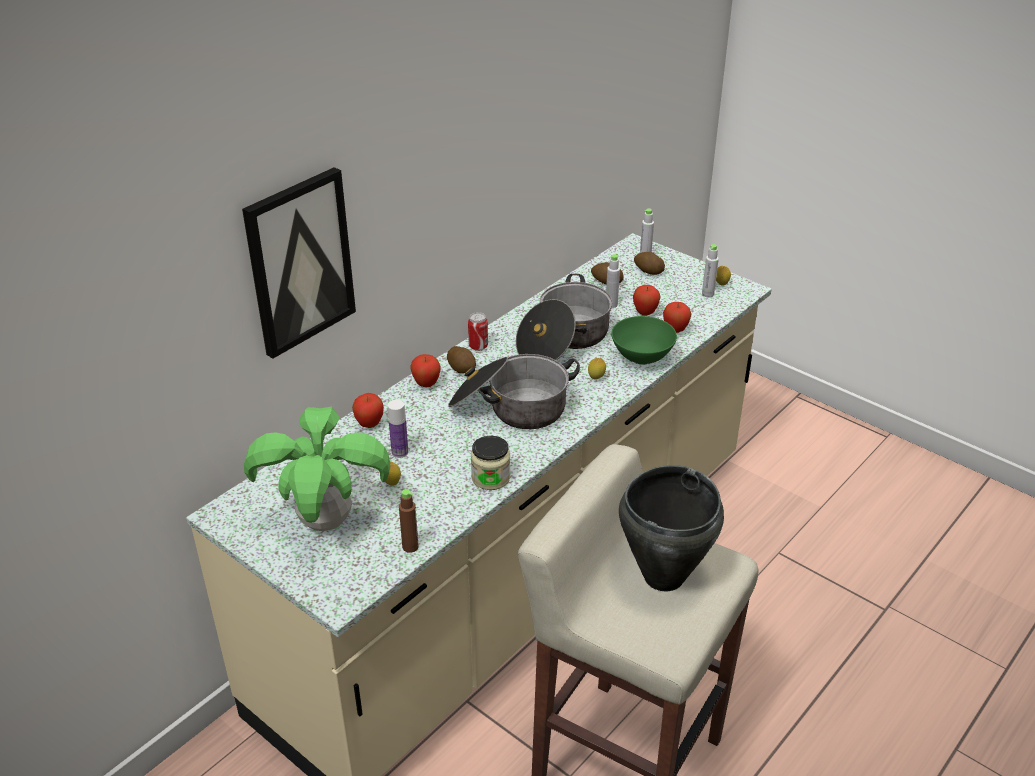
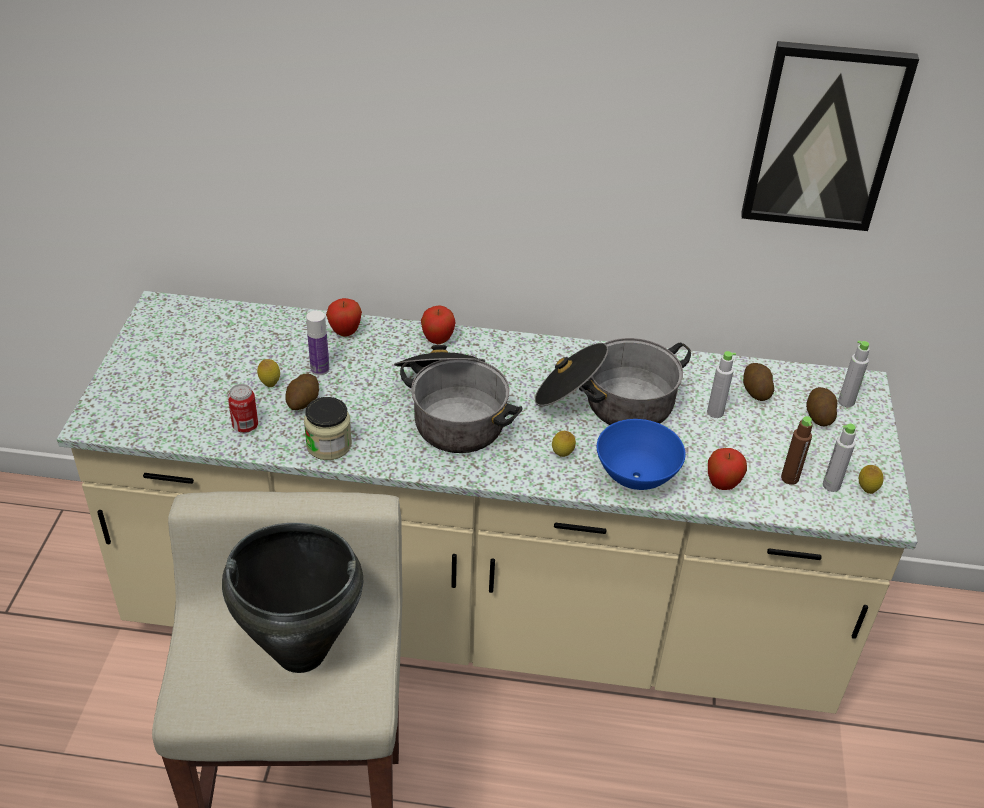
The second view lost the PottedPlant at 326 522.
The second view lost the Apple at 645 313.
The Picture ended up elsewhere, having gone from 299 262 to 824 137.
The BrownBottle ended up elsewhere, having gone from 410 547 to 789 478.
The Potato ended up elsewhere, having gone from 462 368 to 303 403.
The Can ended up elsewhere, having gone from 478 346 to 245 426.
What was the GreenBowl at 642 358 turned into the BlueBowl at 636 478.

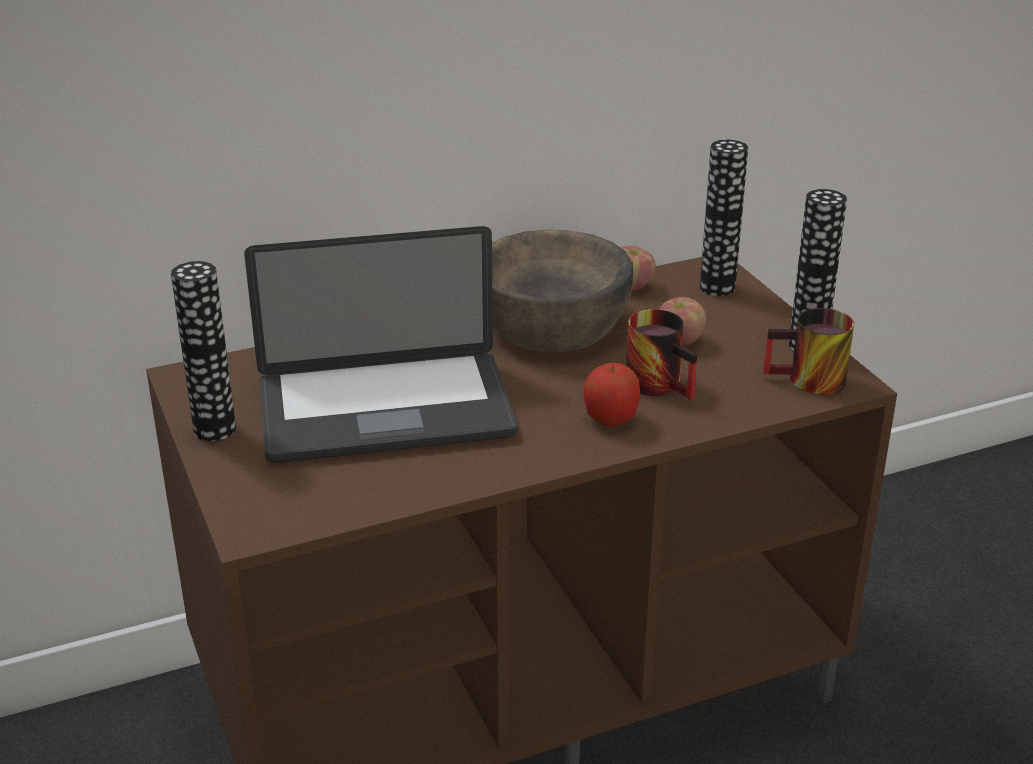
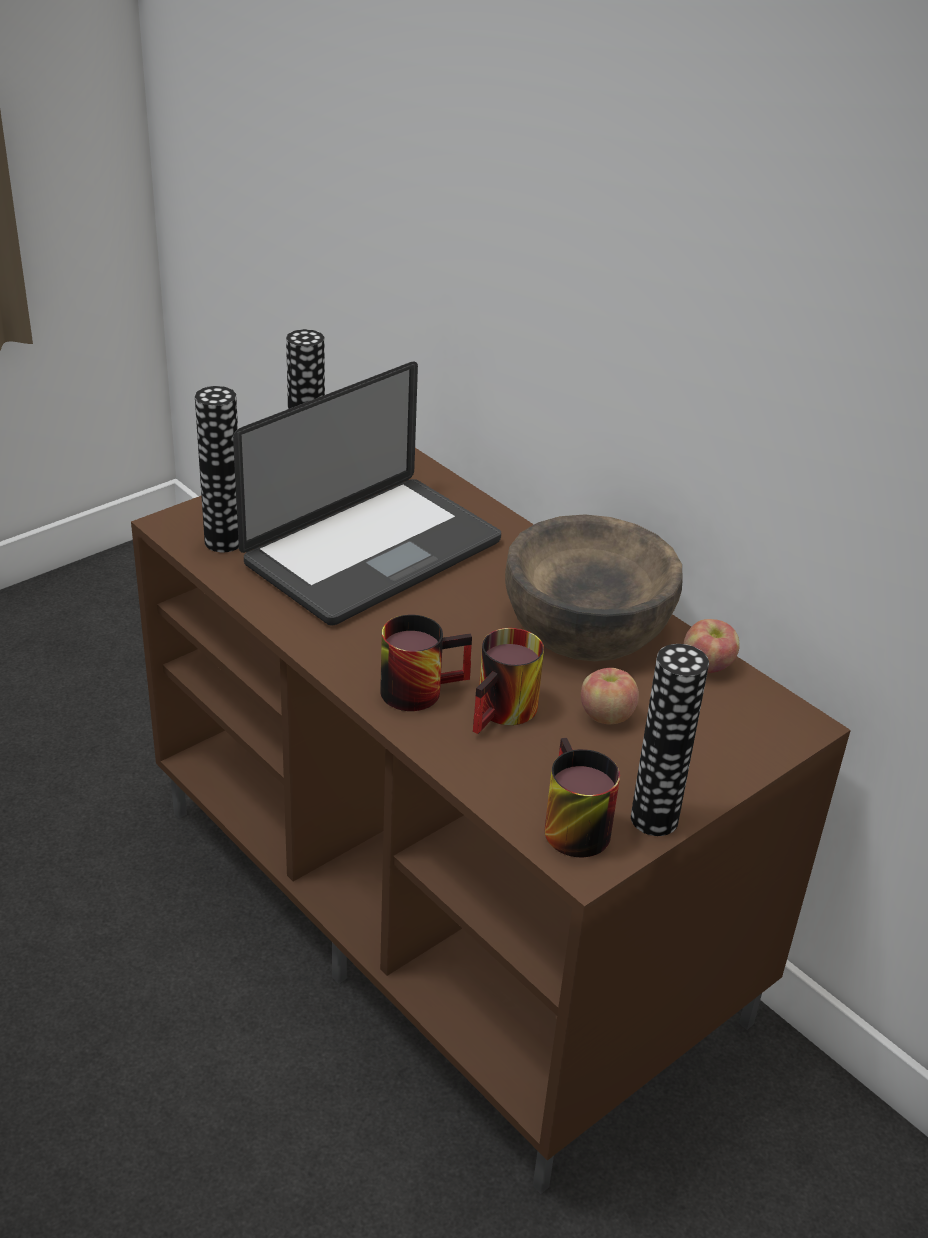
The Vase ended up elsewhere, having gone from 717 287 to 224 541.
Where the Apple stood at 611 419, the Mug came to stand at 420 686.
The Laptop at 385 411 ended up facing another way, 105 degrees counterclockwise from before.

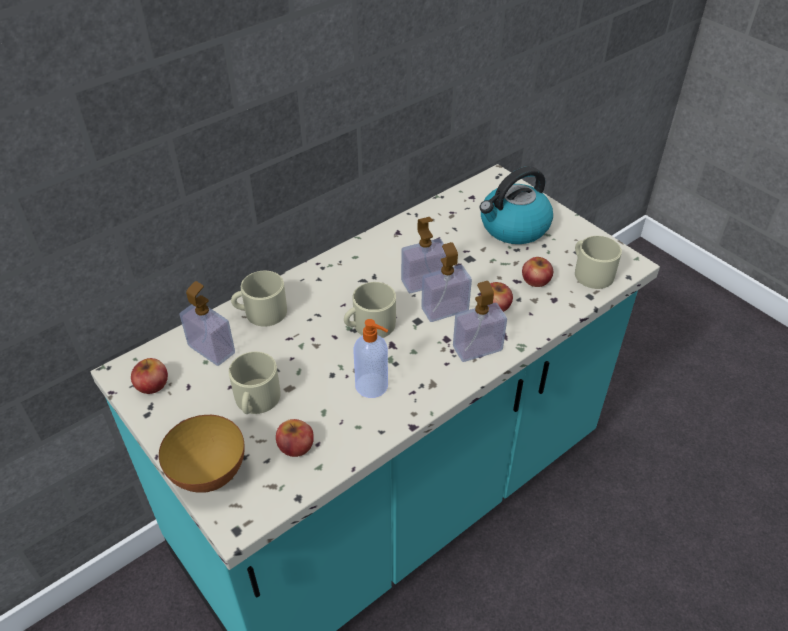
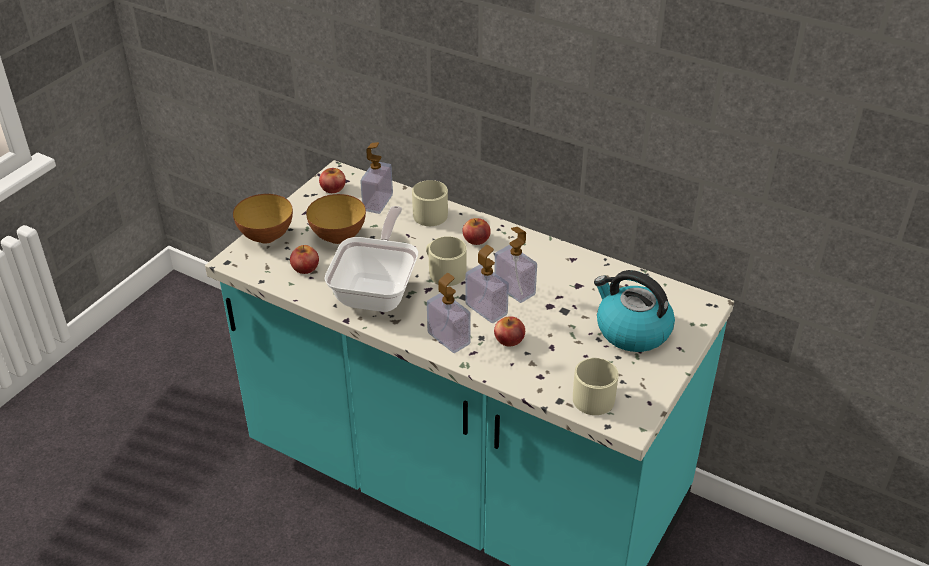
The Apple ended up elsewhere, having gone from 536 280 to 476 239.
Where the BeigeMug stood at 256 400, the Bowl came to stand at 338 237.
Where the SoapDispenser stood at 372 386, the FryingPan came to stand at 378 290.

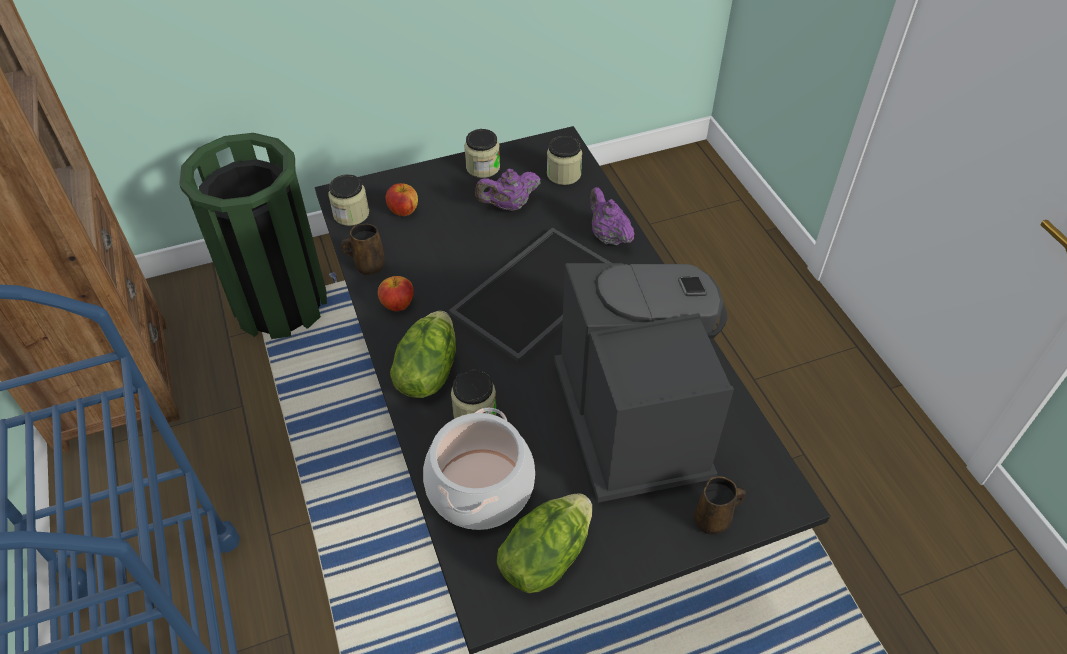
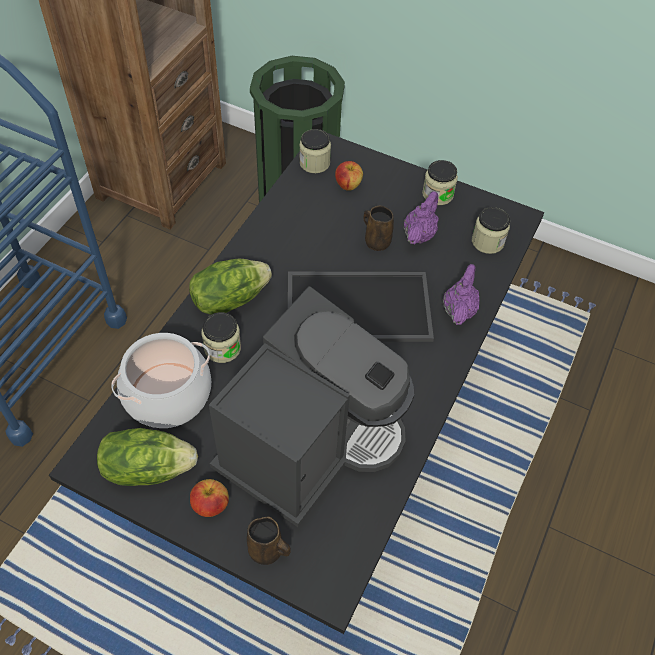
The BrownMug ended up elsewhere, having gone from 368 265 to 376 241.
The Apple ended up elsewhere, having gone from 398 304 to 210 505.
The PurpleTeapot at 508 206 ended up facing another way, 90 degrees clockwise from before.

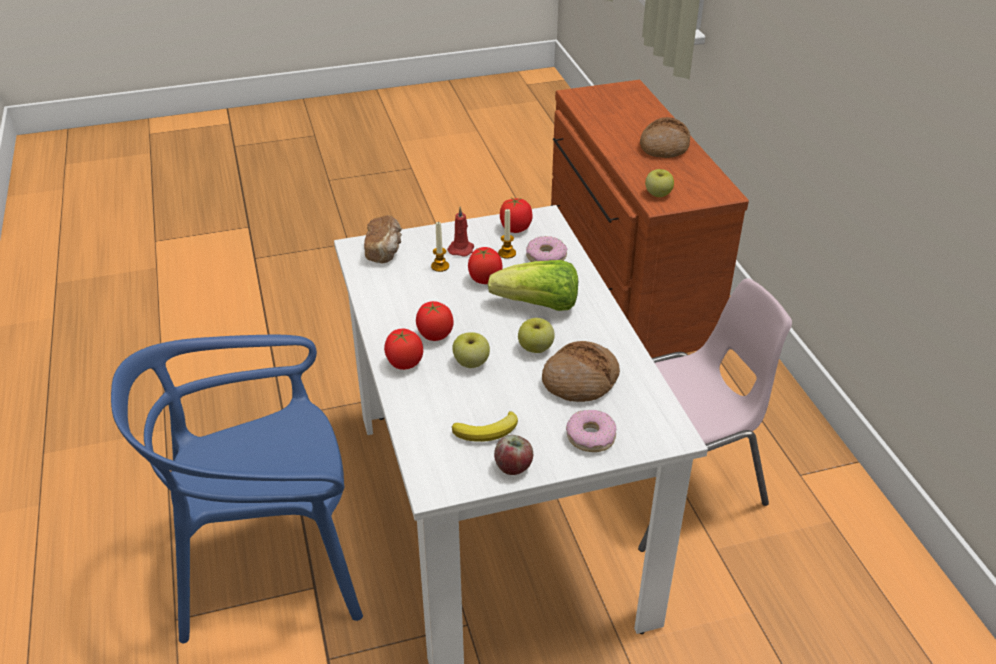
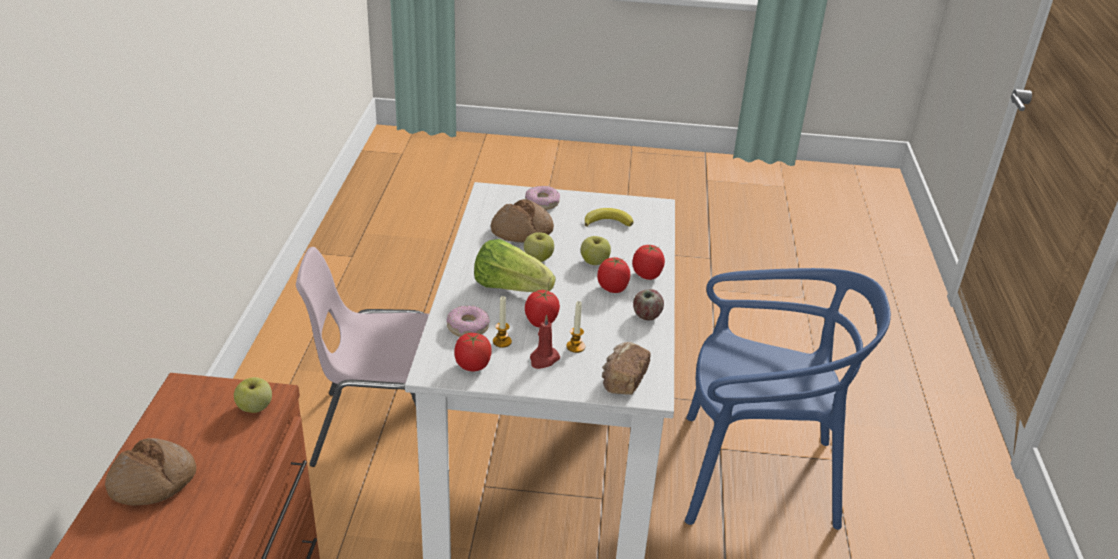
The Apple ended up elsewhere, having gone from 513 467 to 646 316.

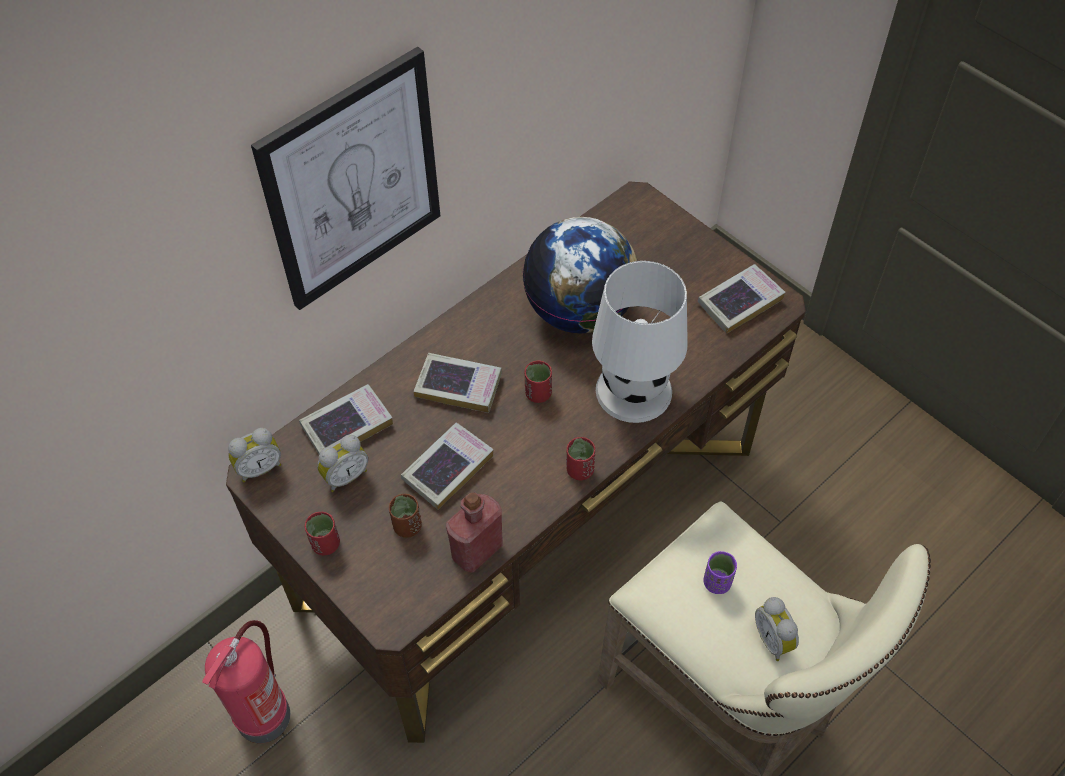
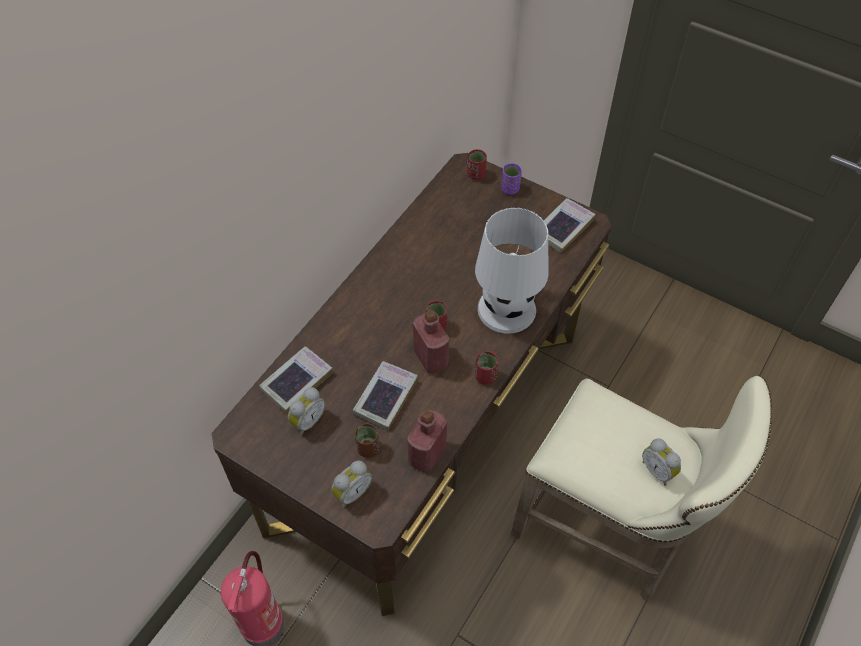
The second view lost the Picture at 352 181.
The second view lost the Book at 458 386.
The second view lost the Globe at 580 311.
The second view gained the RedBottle at 431 358.
The AlarmClock ended up elsewhere, having gone from 259 468 to 351 492.
The RedCup ended up elsewhere, having gone from 325 544 to 476 175.
The PurpleCup ended up elsewhere, having gone from 717 582 to 510 189.

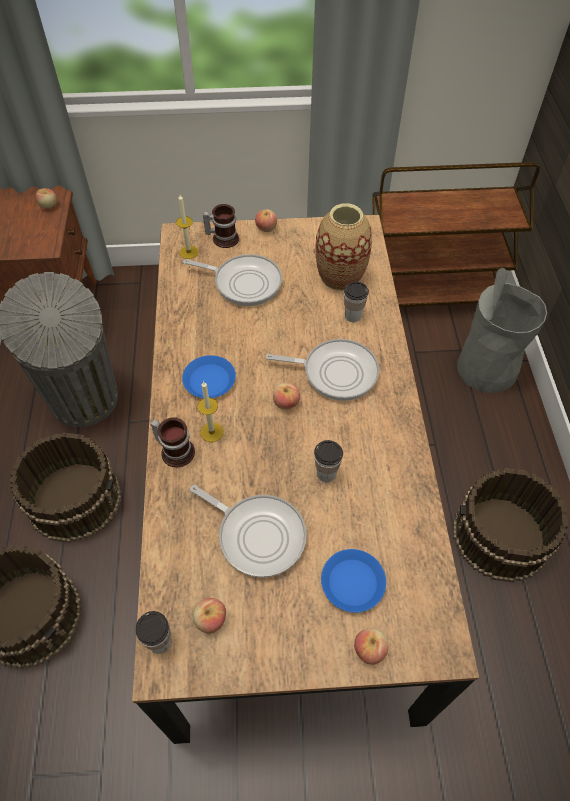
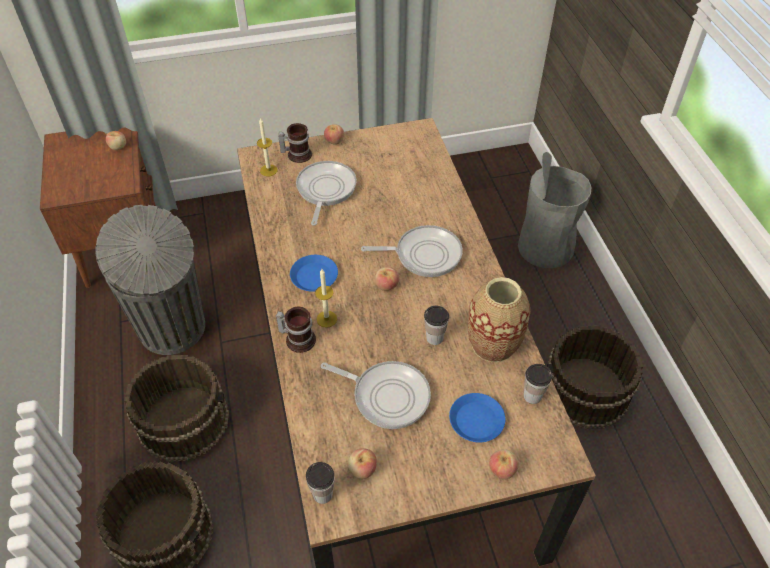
The second view lost the BrownCart at 428 295.
The Vase ended up elsewhere, having gone from 340 276 to 493 344.
The Cup ended up elsewhere, having gone from 353 316 to 532 396.
The FryingPan at 244 282 ended up facing another way, 90 degrees counterclockwise from before.

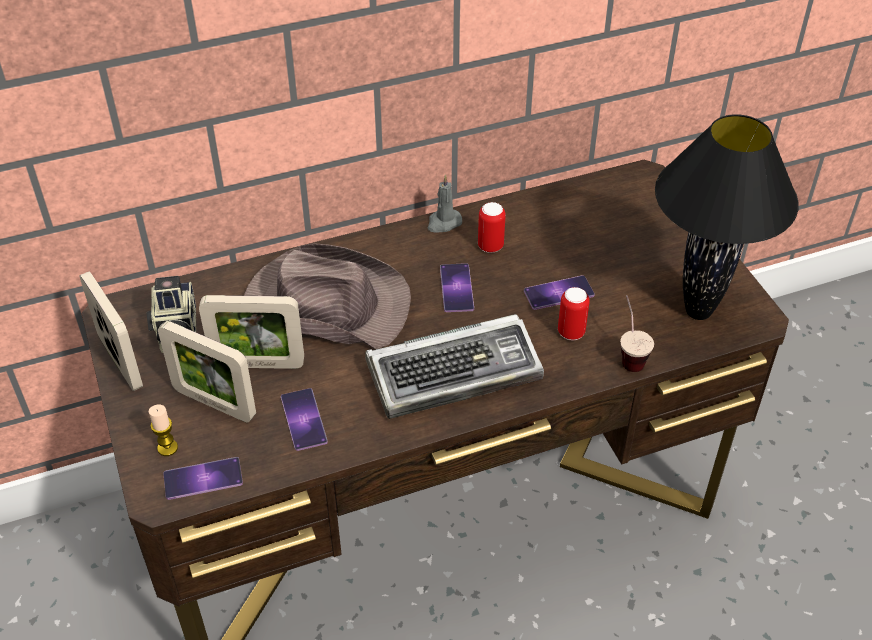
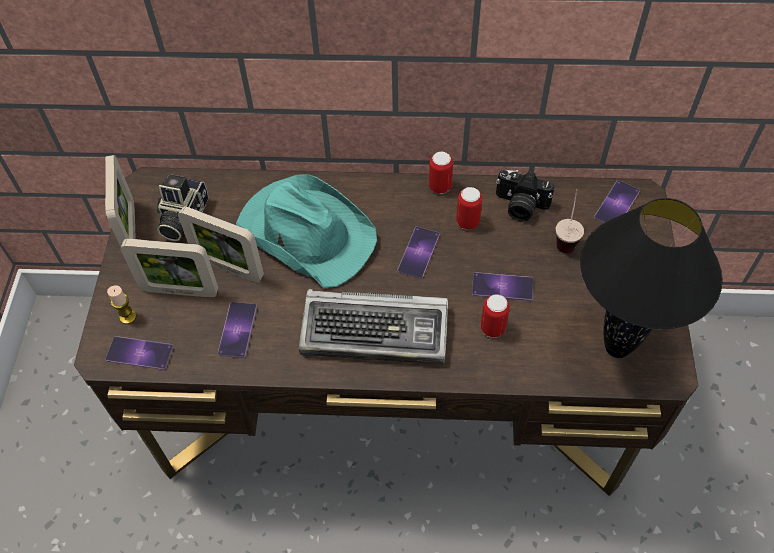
The second view gained the PhotoCamera at 520 206.
The second view gained the Phone at 617 204.
The Cup ended up elsewhere, having gone from 629 354 to 566 237.
Where the GreyCandle stood at 443 223, the Can came to stand at 440 187.
What was the BrownHat at 325 304 turned into the TurquoiseHat at 306 232.
The PictureFrame at 214 403 ended up facing another way, 45 degrees counterclockwise from before.

